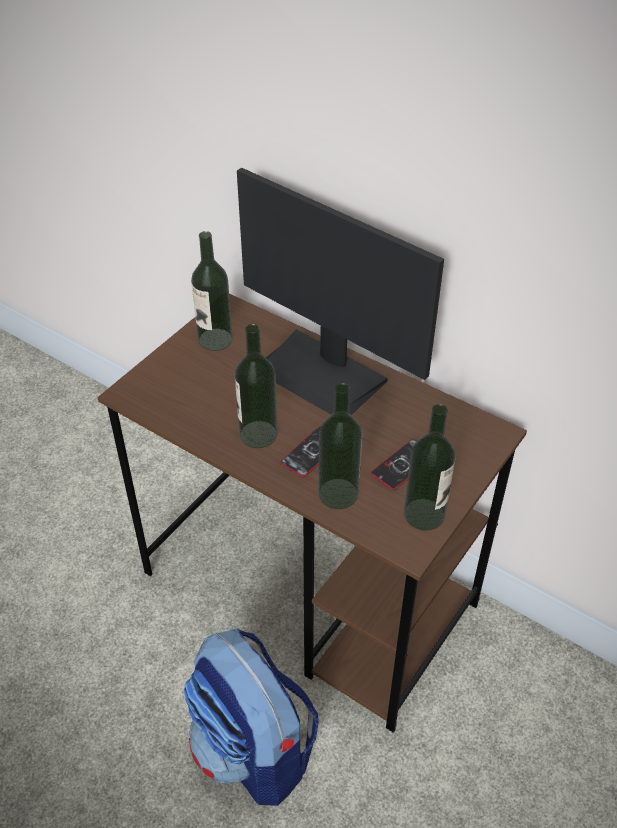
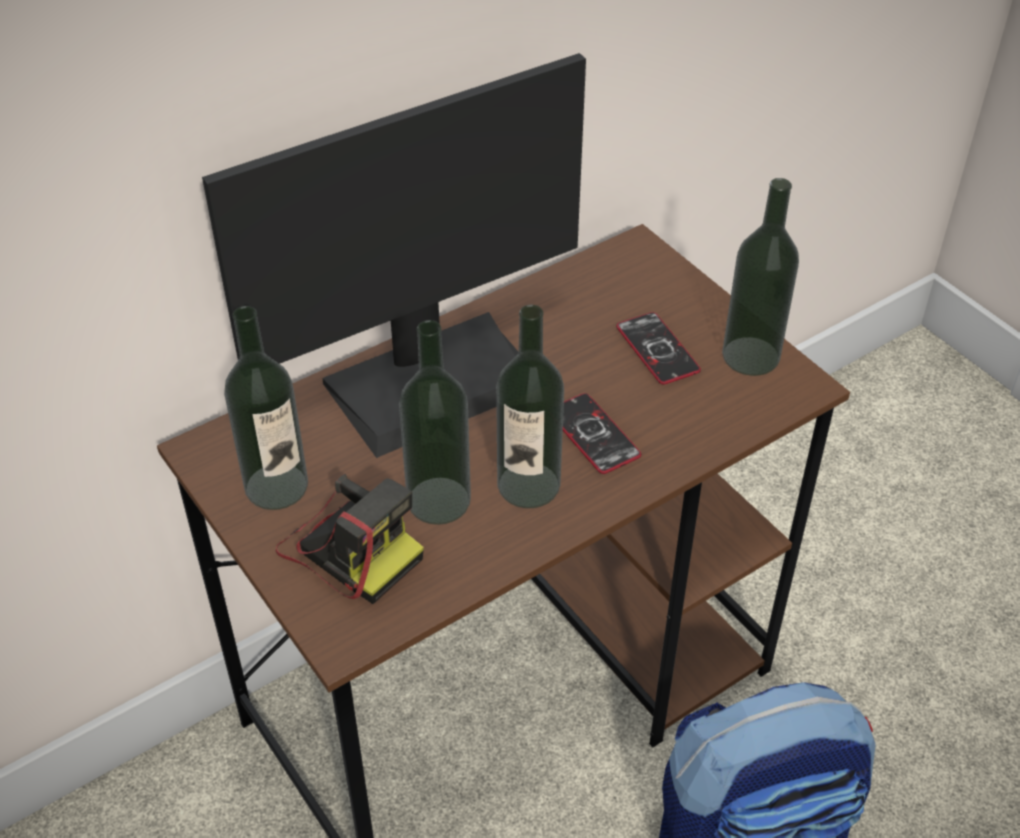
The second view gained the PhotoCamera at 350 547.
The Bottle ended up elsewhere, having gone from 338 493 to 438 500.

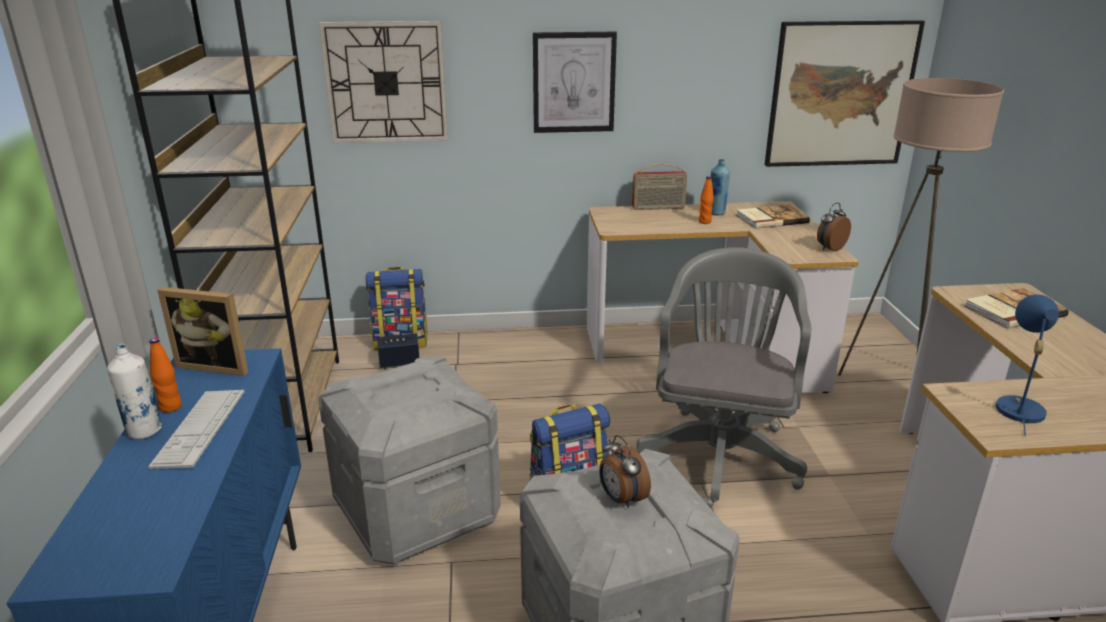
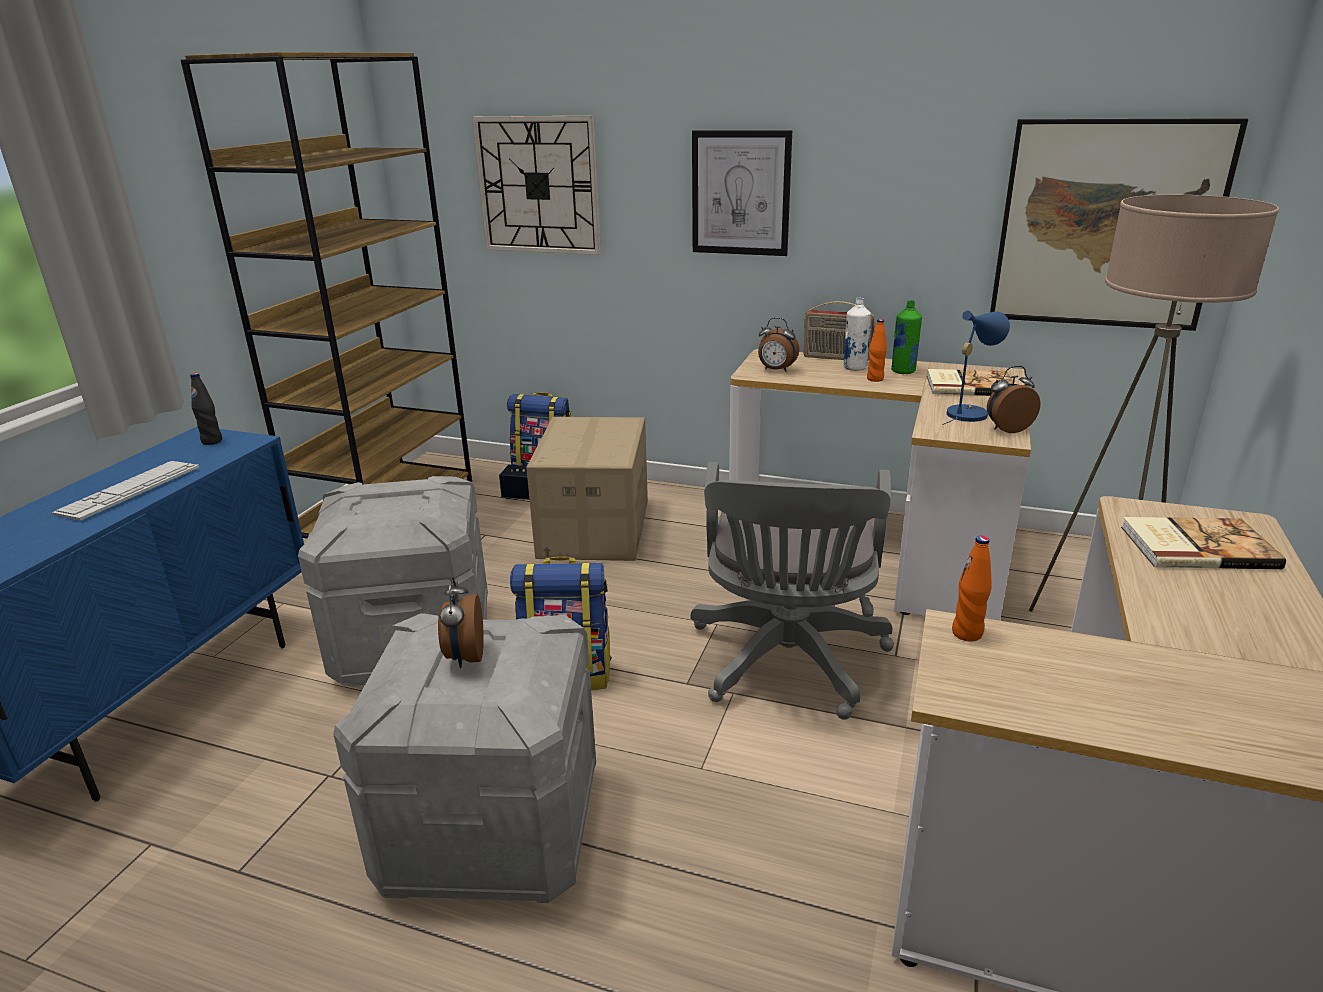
The second view gained the CardboardBox at 593 528.
The second view gained the AlarmClock at 776 370.
The WhiteBottle ended up elsewhere, having gone from 144 431 to 855 368.
The OrangeBottle ended up elsewhere, having gone from 170 407 to 967 633.
The BlueTableLamp ended up elsewhere, having gone from 1017 406 to 968 412.
Where the PictureFrame stood at 217 365, the BlackBottle came to stand at 212 441.
What was the BlueBottle at 716 213 turned into the GreenBottle at 903 371.
The GreyOfficeChair at 720 452 ended up facing another way, 150 degrees clockwise from before.

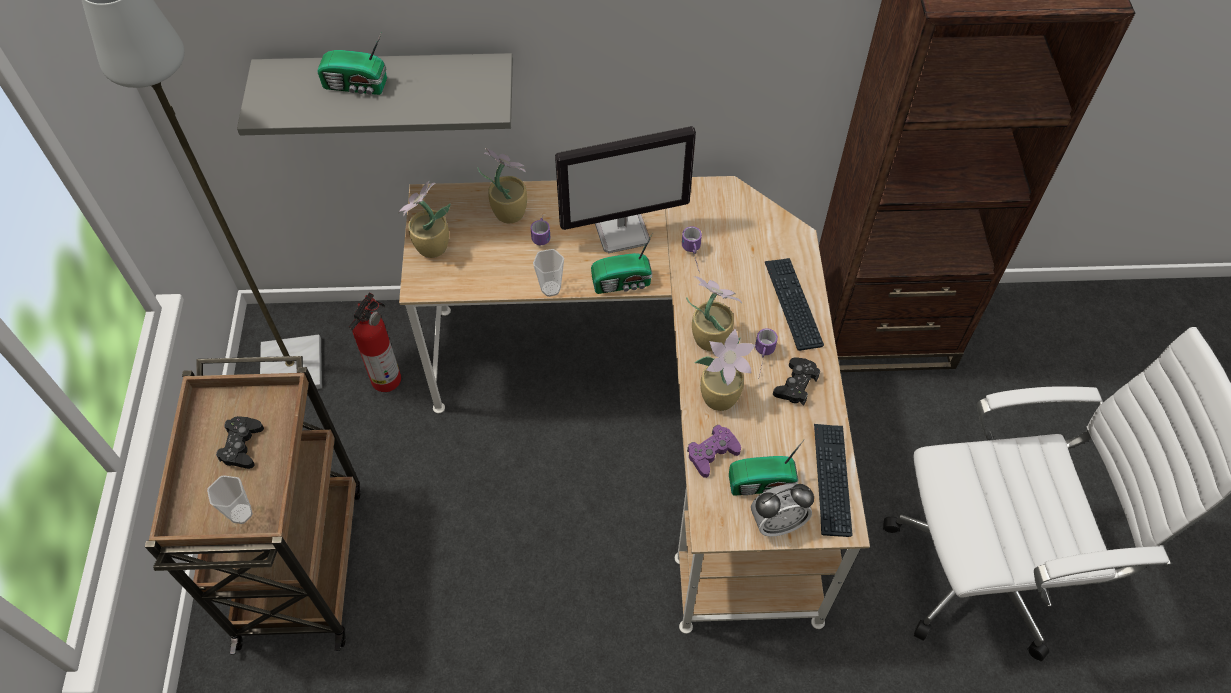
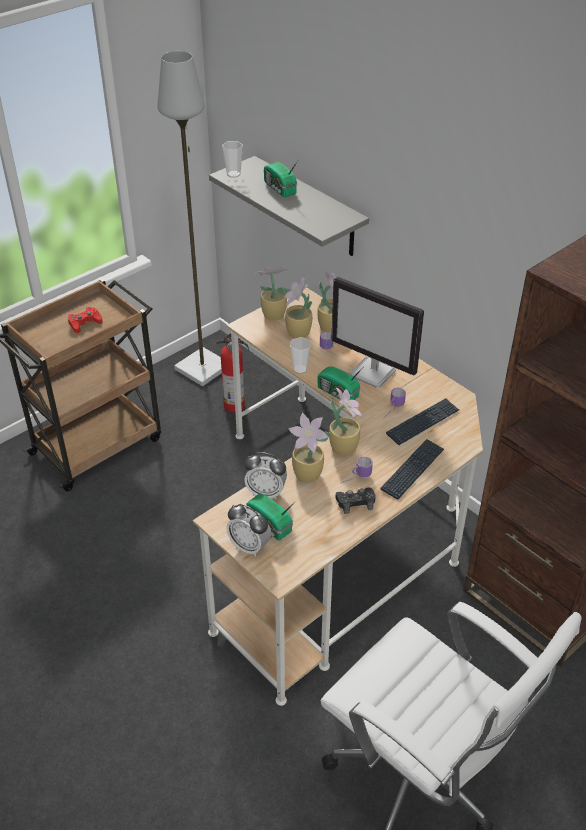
The second view gained the PottedPlant at 298 334.
The Cup ended up elsewhere, having gone from 241 513 to 233 174.
The Keyboard ended up elsewhere, having gone from 831 480 to 423 422.
Where the PurpleGameController stood at 712 453, the AlarmClock came to stand at 266 492.
What was the BlackGameController at 242 446 turned into the RedGameController at 85 323.

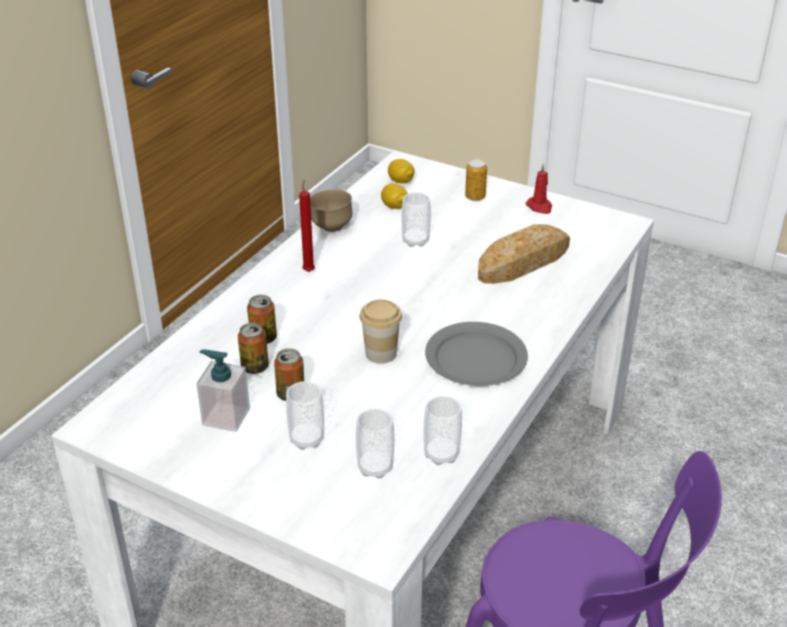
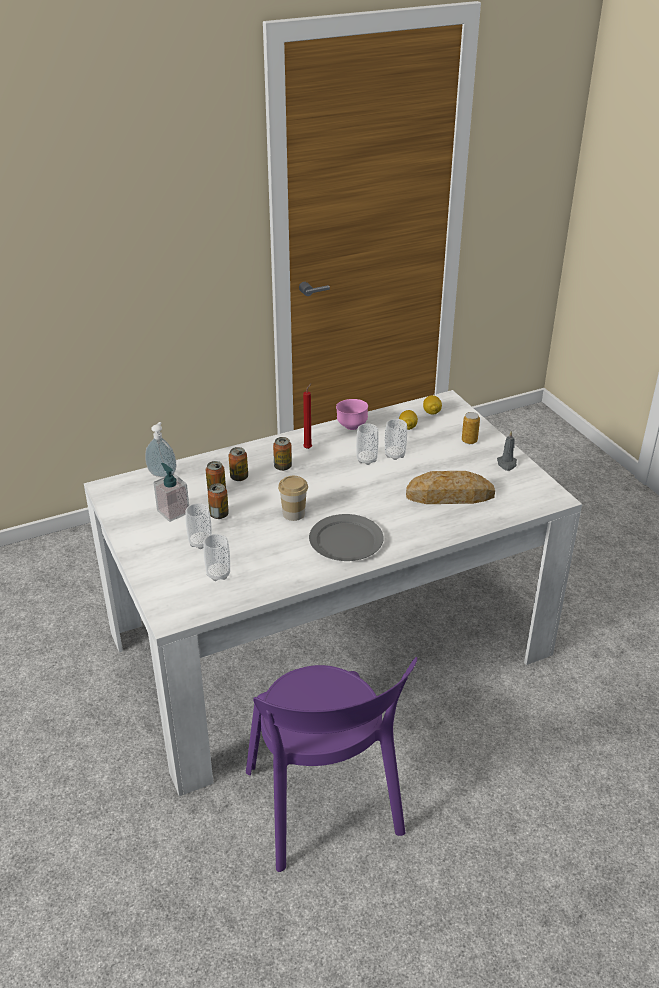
The second view gained the SoapDispenser at 163 473.
The second view gained the Can at 283 467.
The Cup ended up elsewhere, having gone from 441 454 to 366 459.
What was the BrownBowl at 331 228 turned into the PinkBowl at 351 426.
What was the RedCandle at 539 207 turned into the GreyCandle at 507 464.

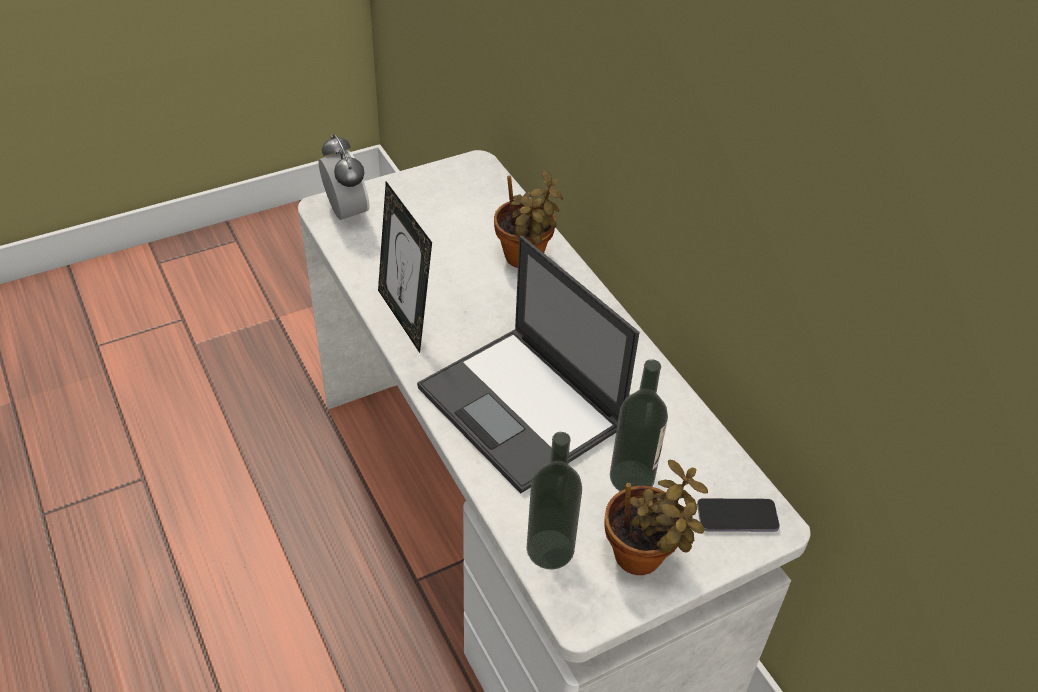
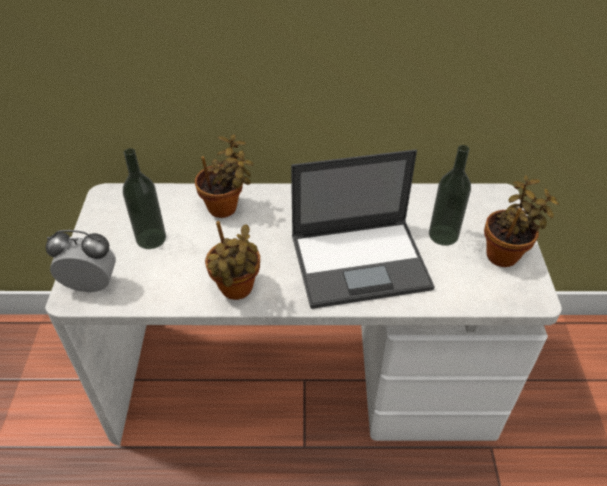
The second view lost the Phone at 737 517.
The Bottle ended up elsewhere, having gone from 550 549 to 151 238.
Where the PictureFrame stood at 406 318, the PottedPlant came to stand at 236 291.

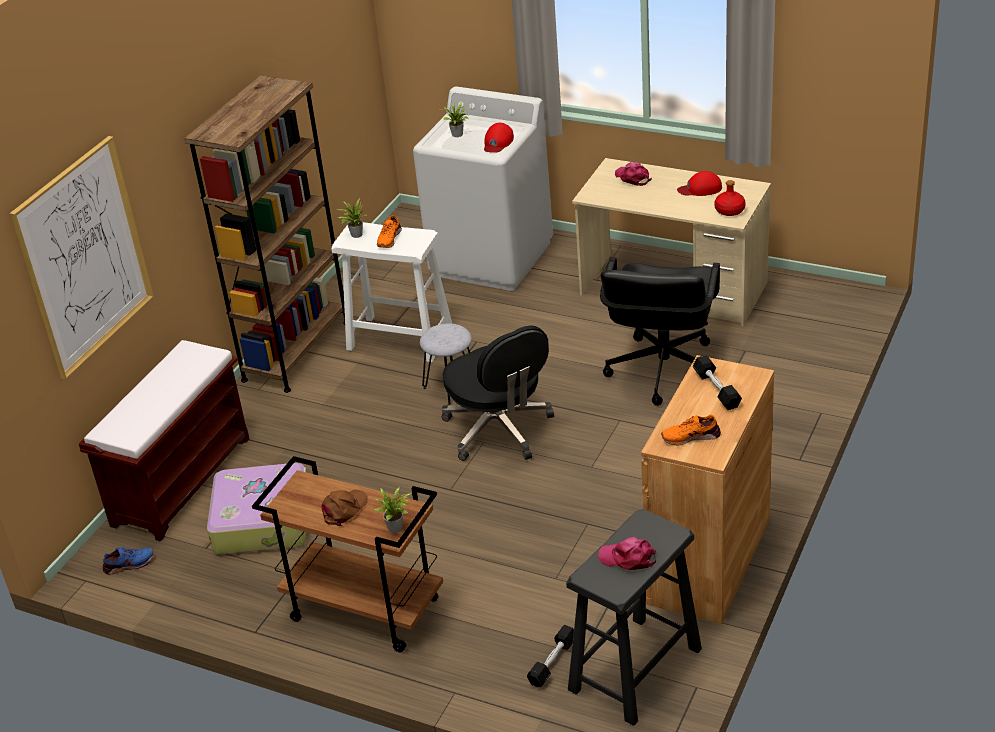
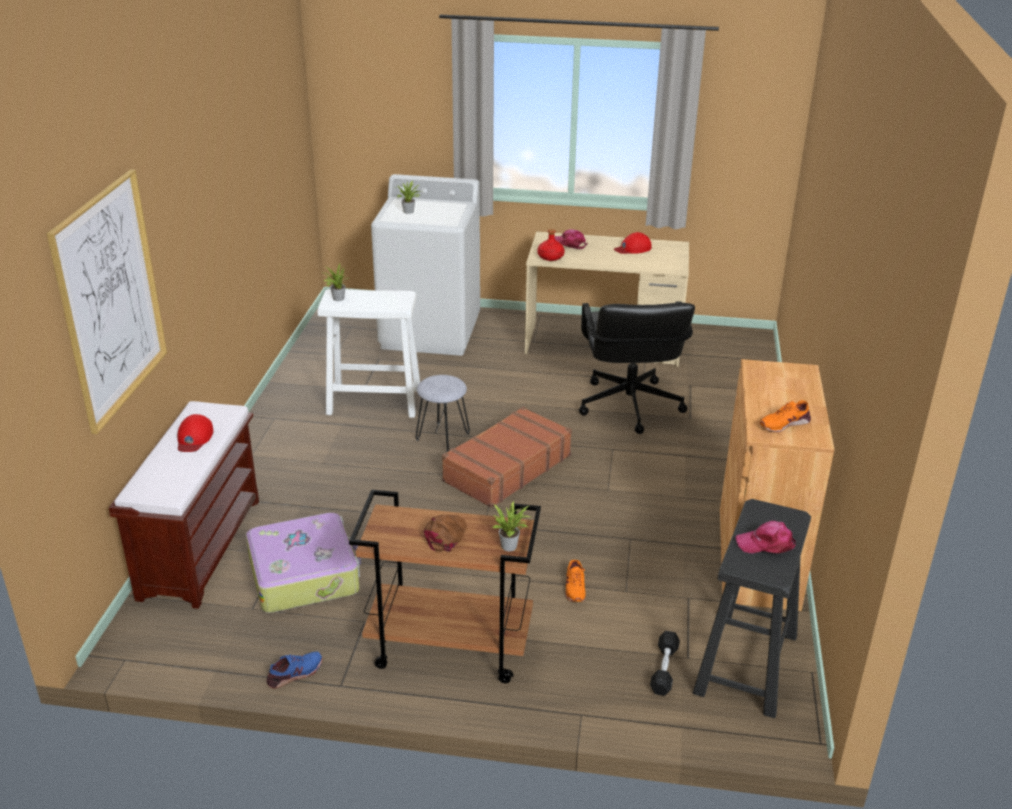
The second view lost the BrownBookcase at 296 351.
The second view lost the BlackDumbbell at 716 389.
The BlueShoe ended up elsewhere, having gone from 129 564 to 295 674.
The OrangeShoe ended up elsewhere, having gone from 389 239 to 574 588.
The RedCap ended up elsewhere, having gone from 497 142 to 194 438.
The RedBottle ended up elsewhere, having gone from 729 210 to 550 257.
Where the BlackOfficeChair stood at 499 430, the BrownSuitcase came to stand at 506 468.

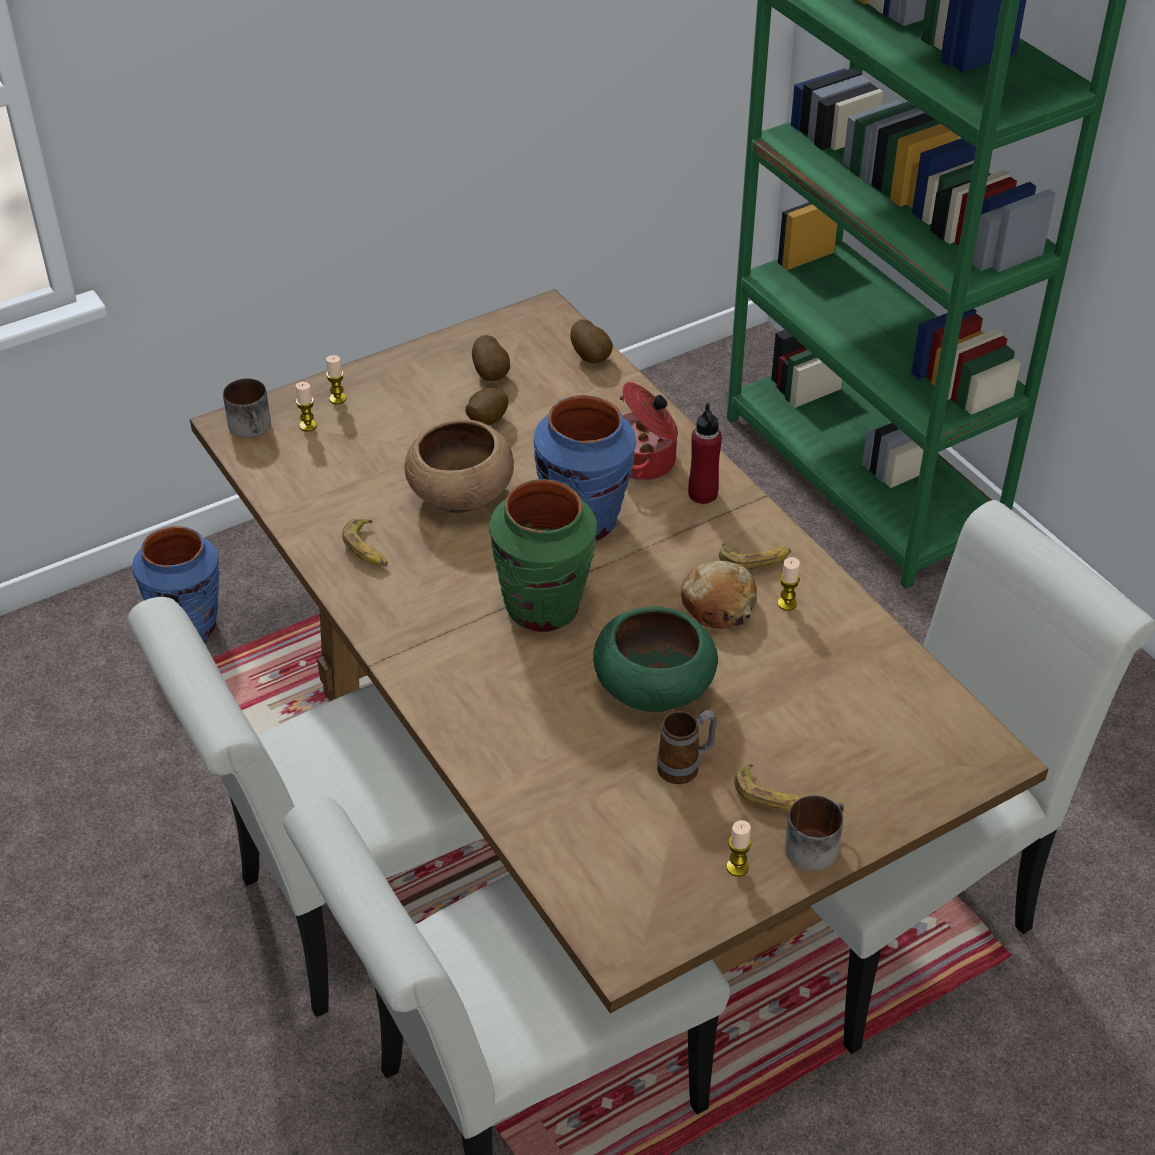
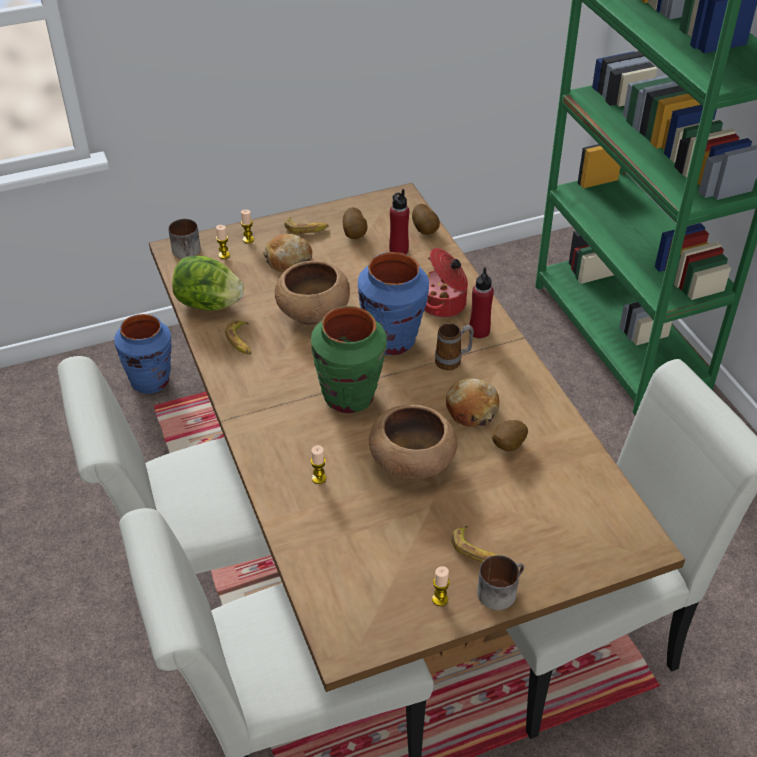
The second view gained the Lettuce at 209 304.
The second view gained the Bread at 288 261.
The second view gained the RedBottle at 398 250.
The Potato ended up elsewhere, having gone from 486 421 to 507 446.
The Mug ended up elsewhere, having gone from 686 766 to 453 361.
The Banana ended up elsewhere, having gone from 754 559 to 306 228.
The Candle ended up elsewhere, having gone from 787 603 to 319 478.
What was the GreenBowl at 653 687 turned into the BrownBowl at 412 461.

